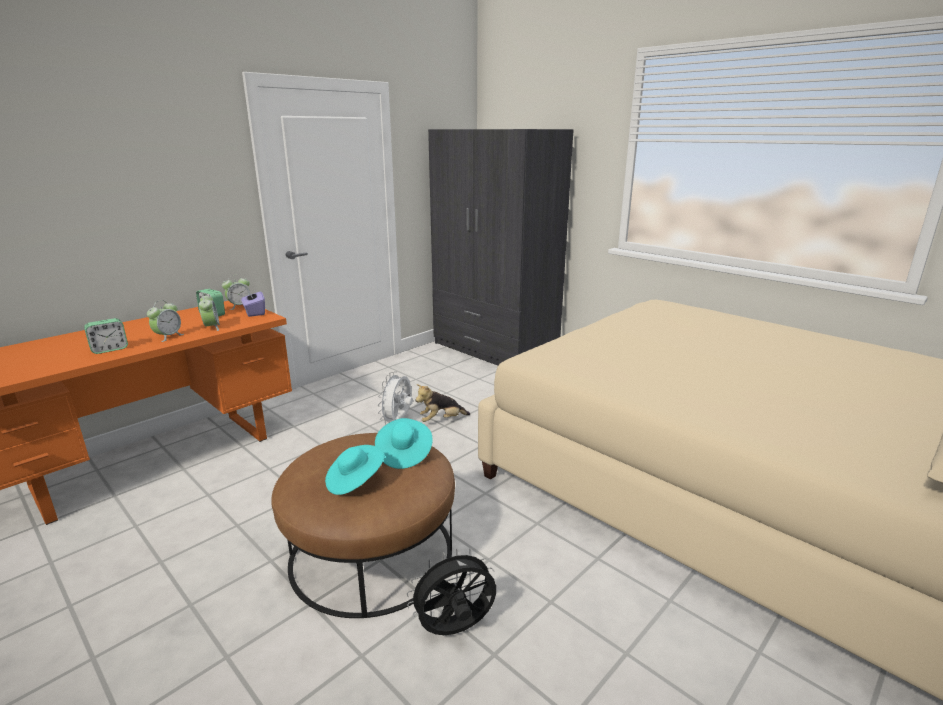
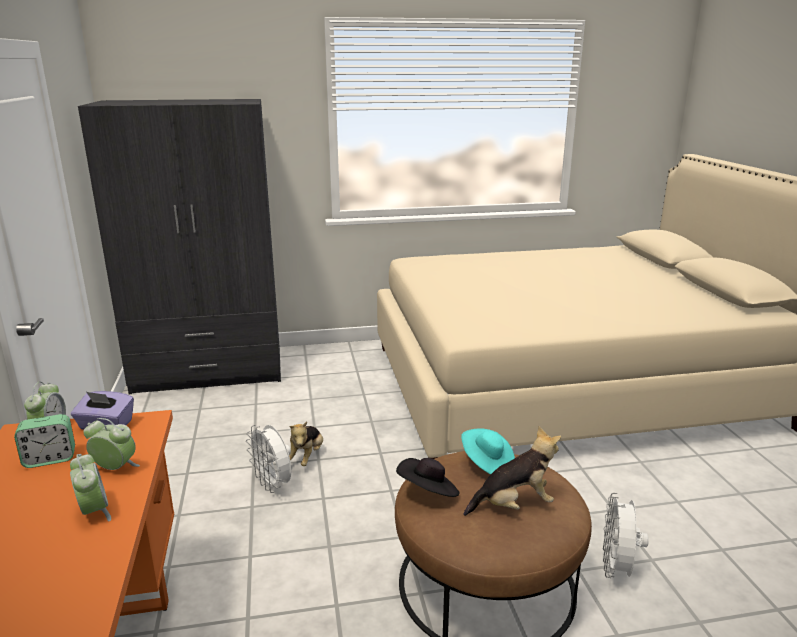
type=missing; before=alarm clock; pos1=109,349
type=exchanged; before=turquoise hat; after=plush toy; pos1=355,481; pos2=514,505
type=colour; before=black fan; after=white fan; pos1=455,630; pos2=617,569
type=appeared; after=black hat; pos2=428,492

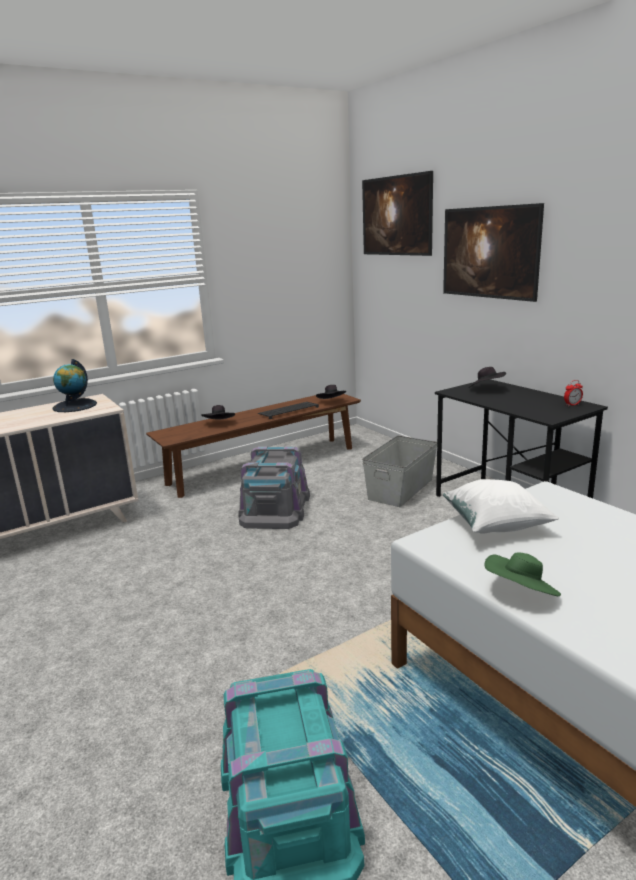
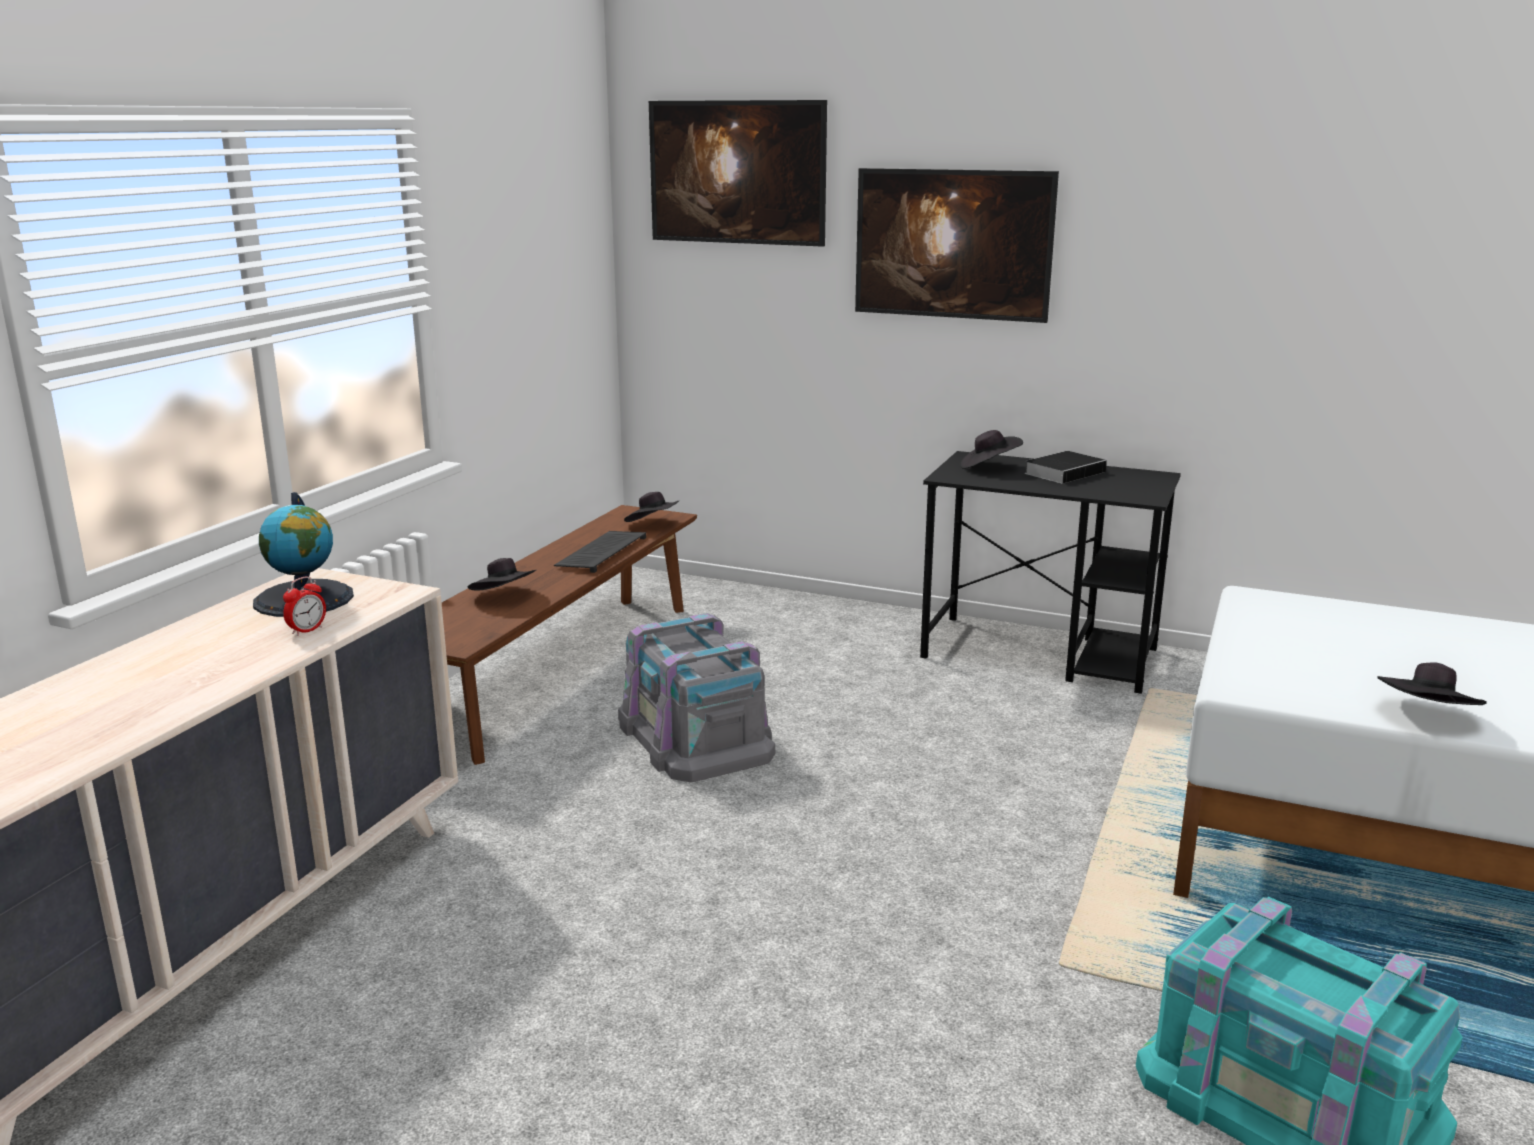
type=missing; before=grey storage box; pos1=401,489
type=missing; before=white pillow; pos1=495,527
type=colour; before=green hat; after=black hat; pos1=521,593; pos2=1427,716
type=relocated; before=alarm clock; pos1=572,405; pos2=307,630
type=appeared; after=book; pos2=1065,472

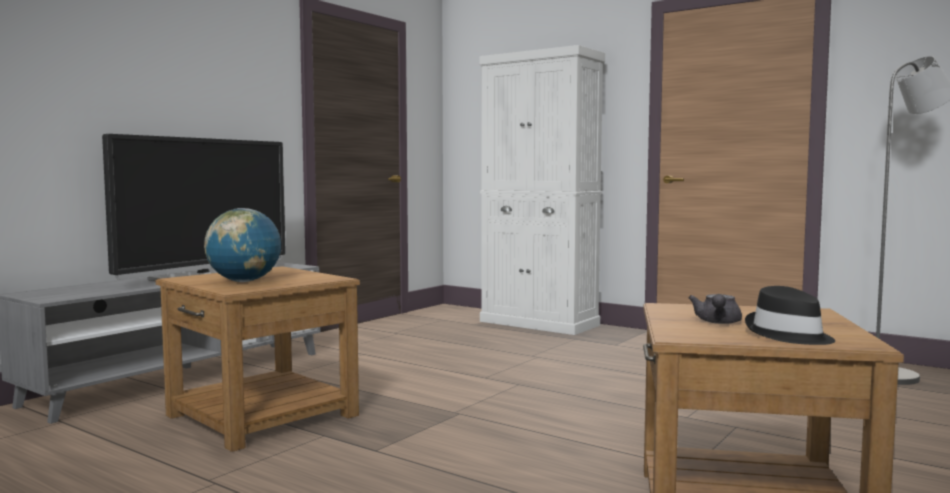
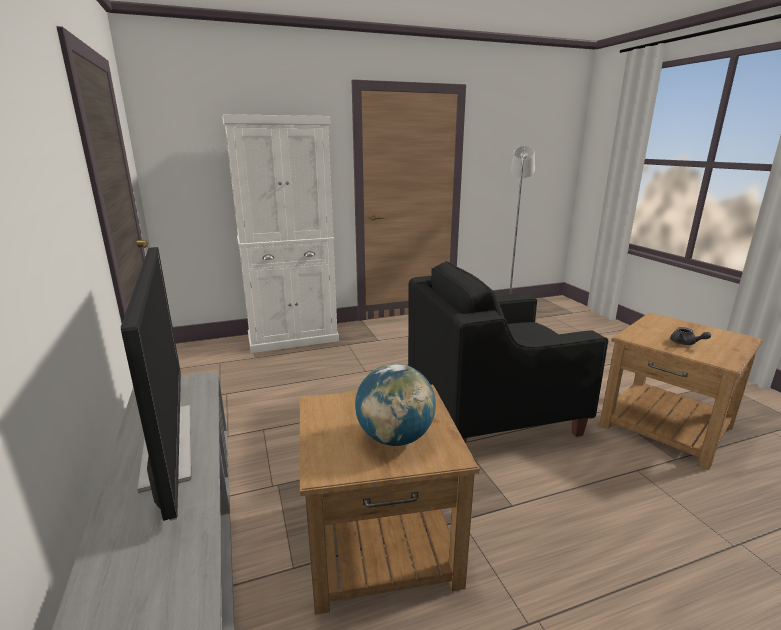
type=missing; before=black hat; pos1=788,335
type=appeared; after=black armchair; pos2=491,412

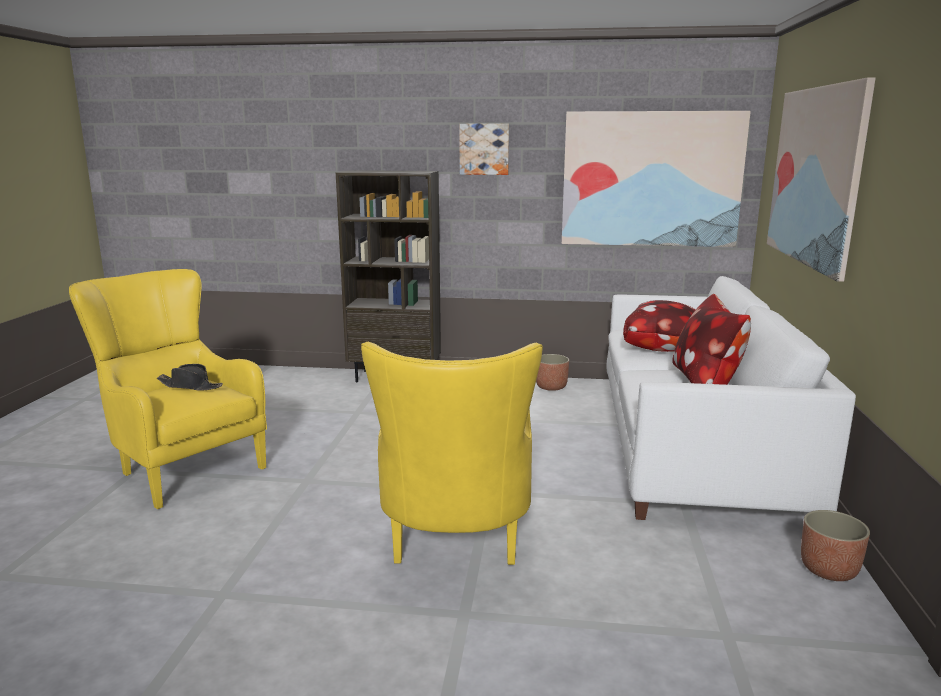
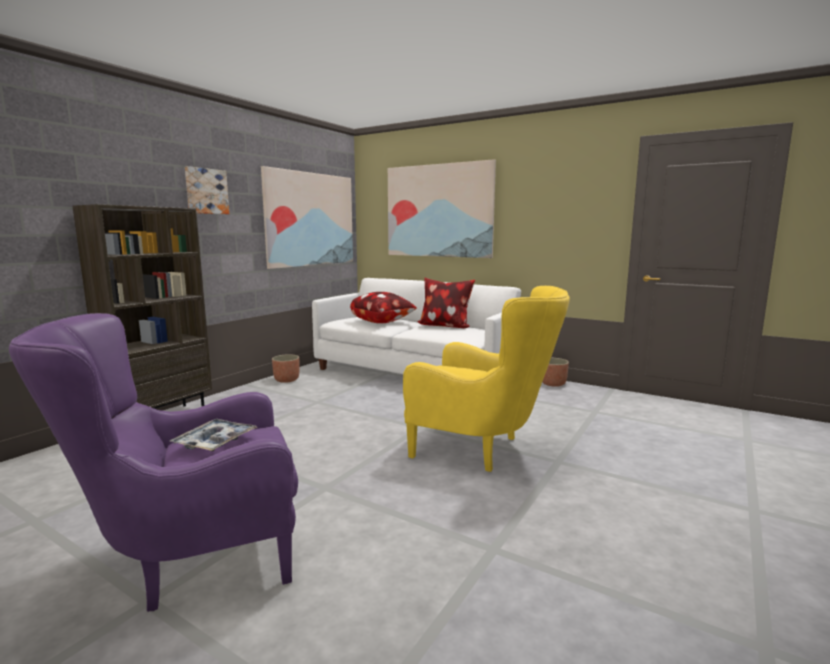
type=colour; before=yellow armchair; after=purple armchair; pos1=181,466; pos2=191,560
type=exchanged; before=black hat; after=tray; pos1=190,386; pos2=215,441

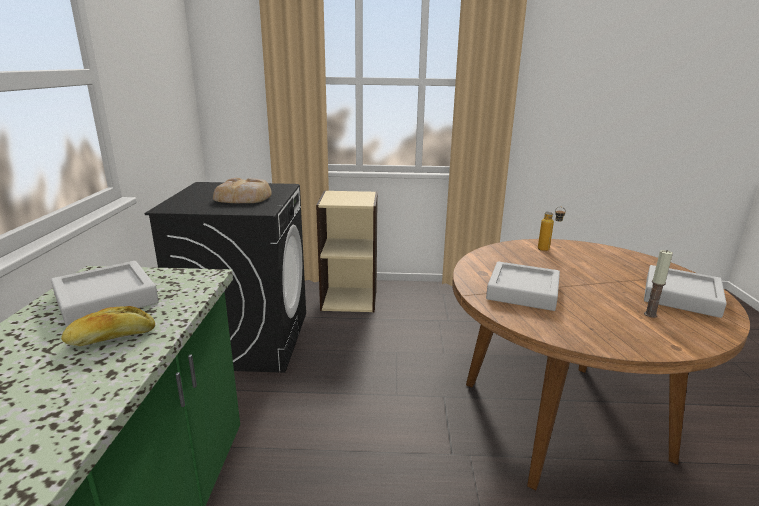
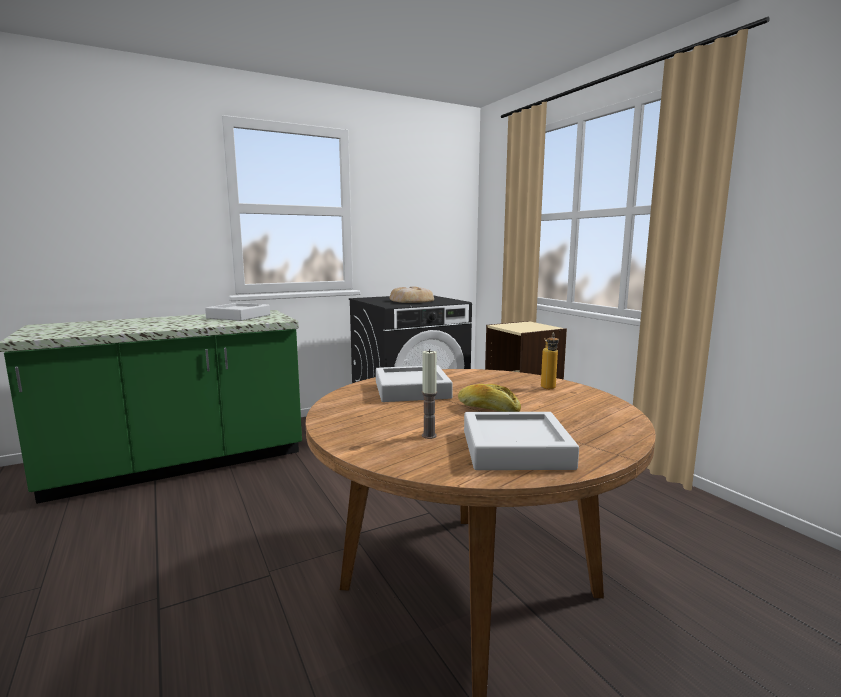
type=relocated; before=bread; pos1=111,338; pos2=488,409

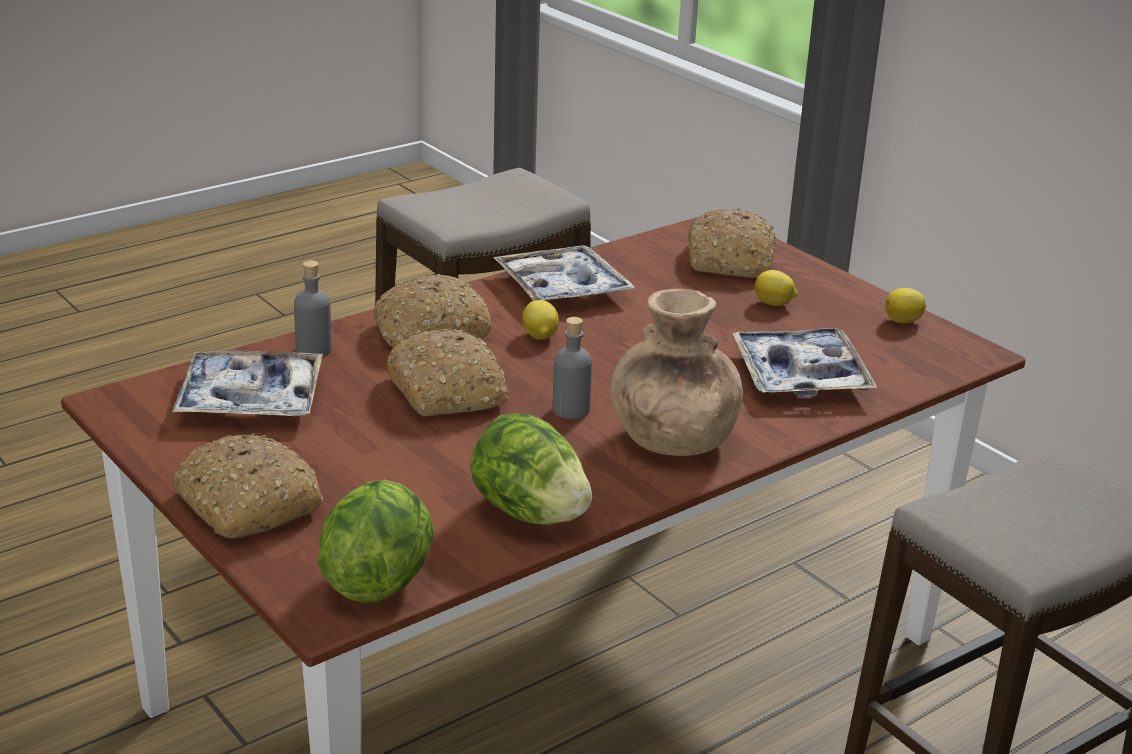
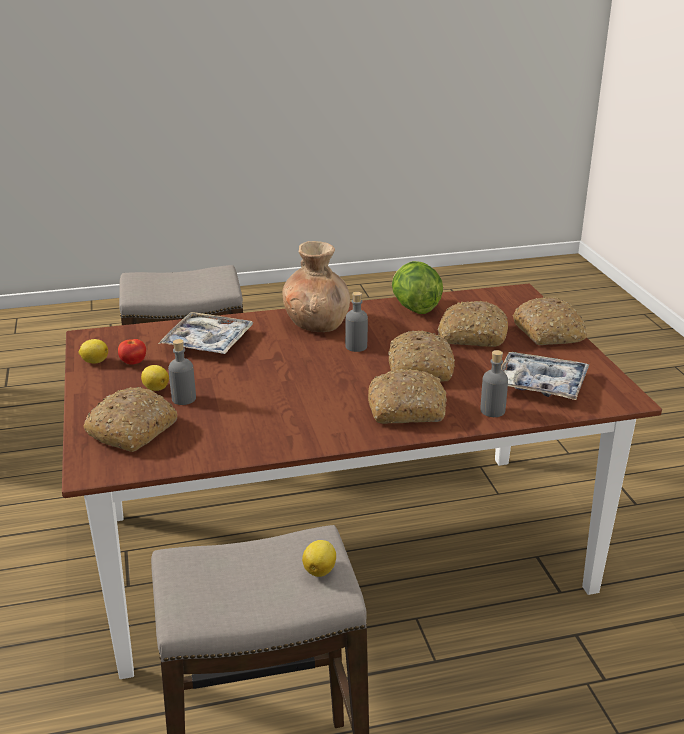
type=missing; before=lettuce; pos1=378,580
type=missing; before=tray; pos1=562,288
type=relocated; before=lemon; pos1=539,336; pos2=320,570
type=appeared; after=tomato; pos2=133,363
type=appeared; after=grey bottle; pos2=183,399
type=appeared; after=bread; pos2=472,336

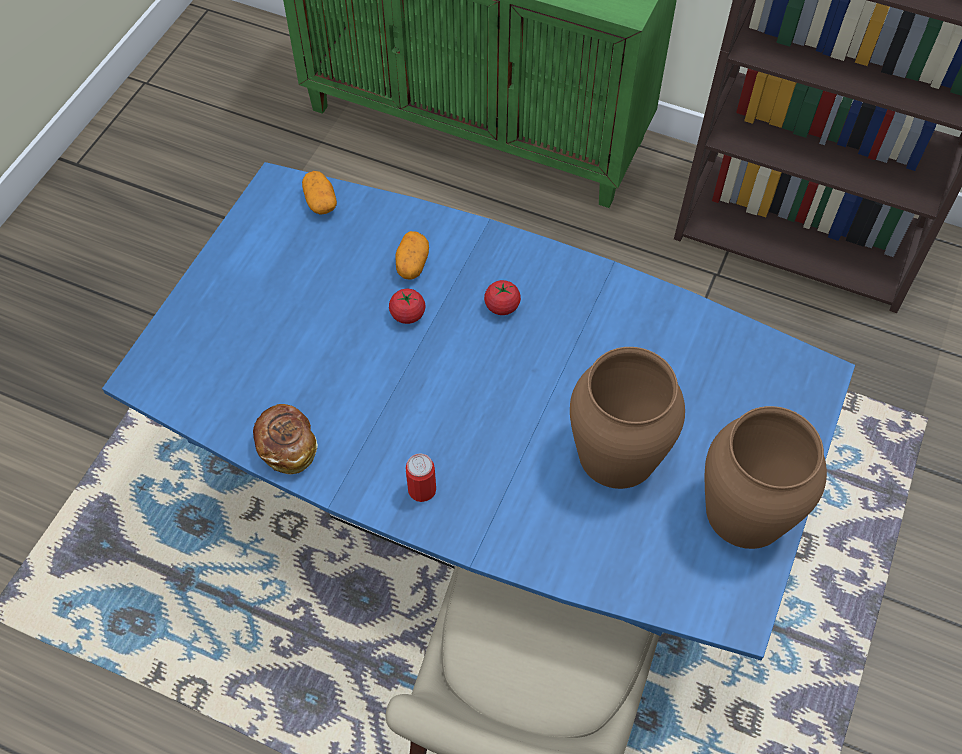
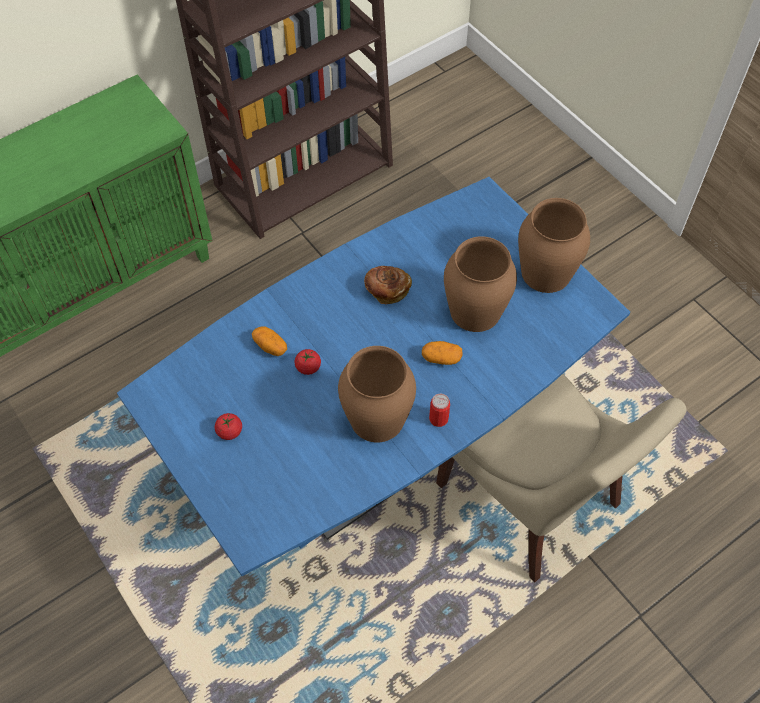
type=relocated; before=bread; pos1=287,447; pos2=387,290
type=relocated; before=potato; pos1=320,202; pos2=441,358
type=relocated; before=tomato; pos1=502,306; pos2=229,431
type=appeared; after=brown vase; pos2=376,417

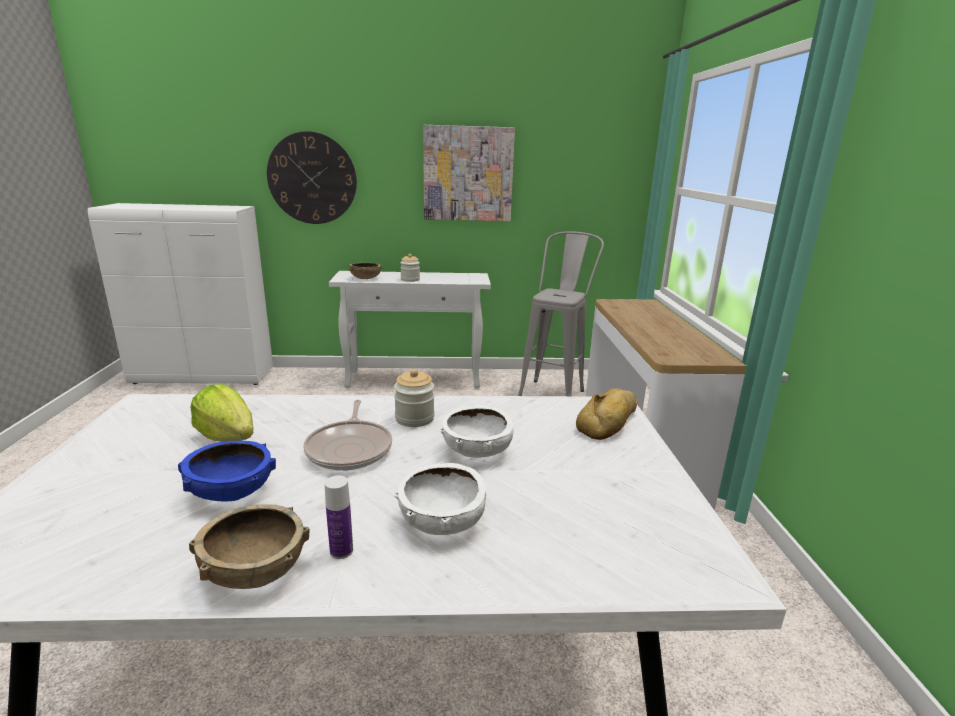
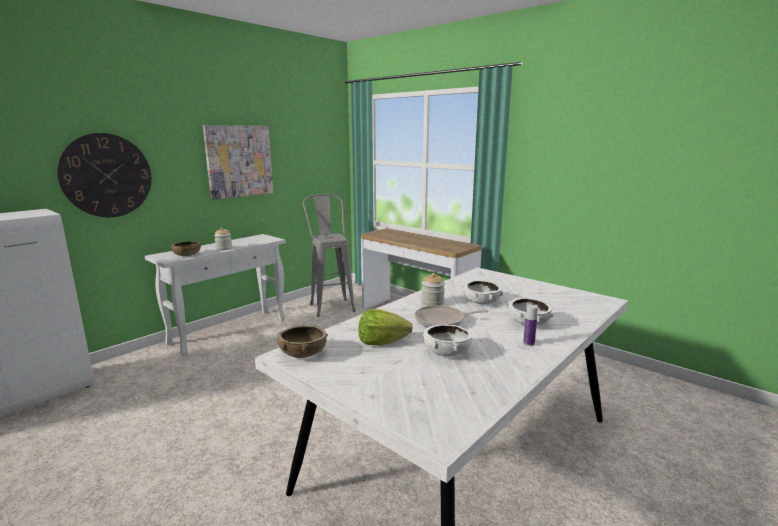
type=colour; before=blue bowl; after=white bowl; pos1=231,491; pos2=446,352
type=relocated; before=brown bowl; pos1=255,570; pos2=302,354
type=spun; before=frying pan; pos1=350,448; pos2=442,321; turn=135
type=missing; before=bread; pos1=610,421

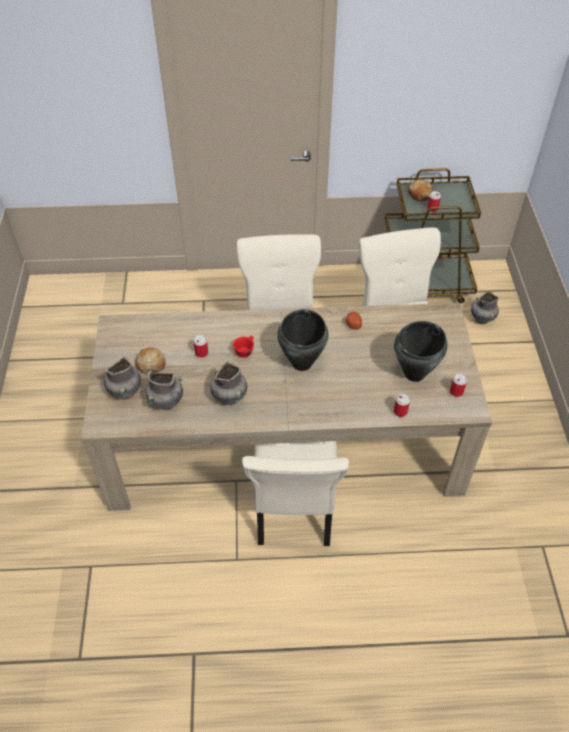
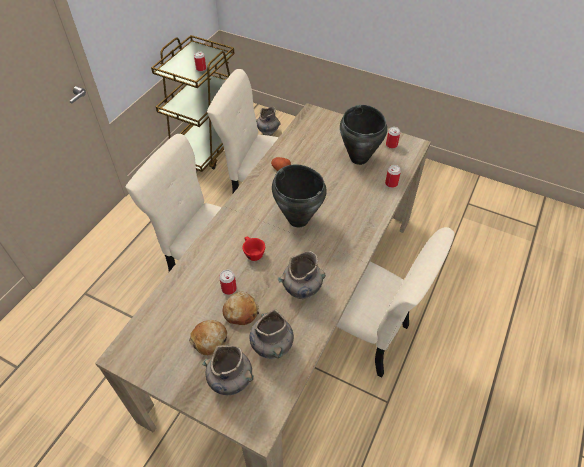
type=relocated; before=bread; pos1=419,194; pos2=240,312

